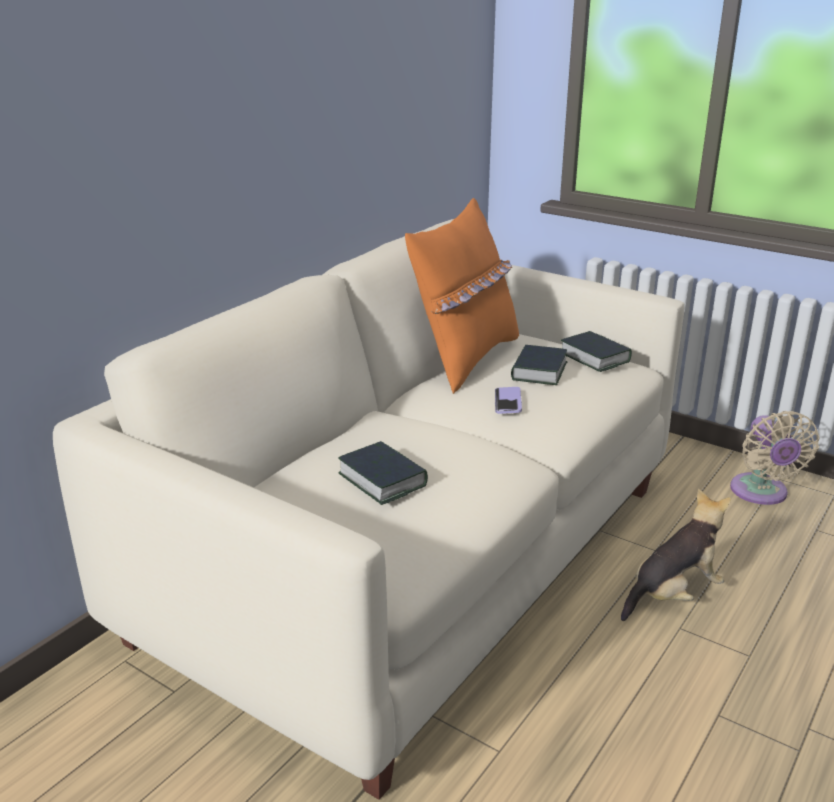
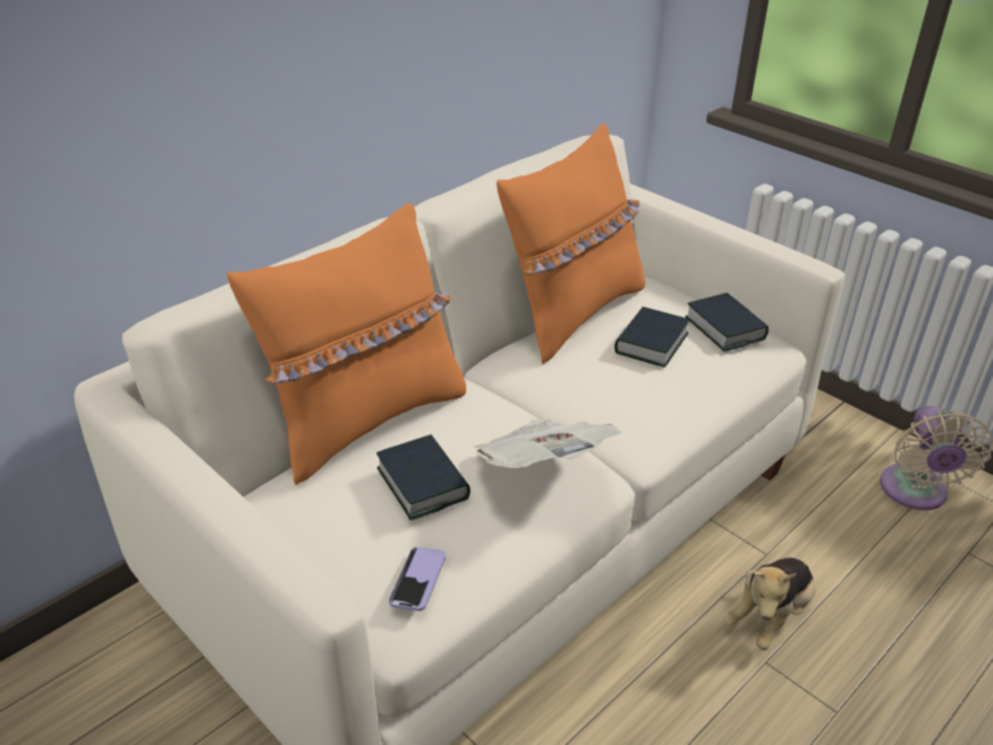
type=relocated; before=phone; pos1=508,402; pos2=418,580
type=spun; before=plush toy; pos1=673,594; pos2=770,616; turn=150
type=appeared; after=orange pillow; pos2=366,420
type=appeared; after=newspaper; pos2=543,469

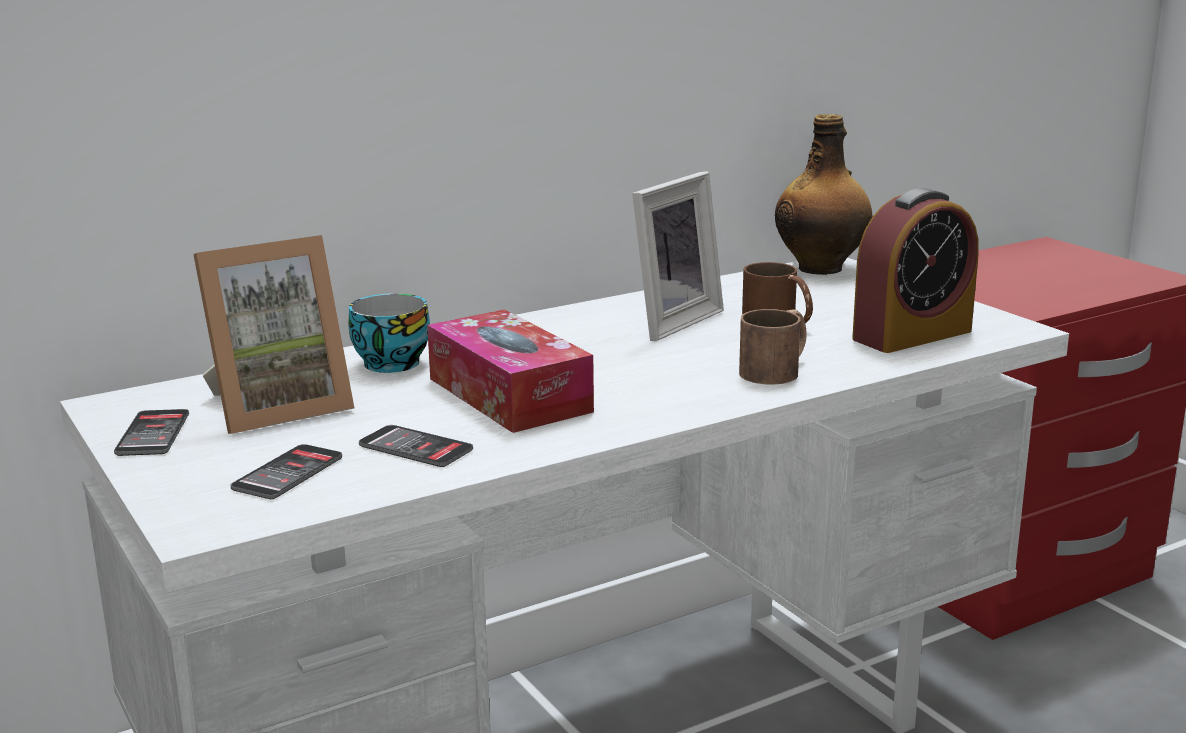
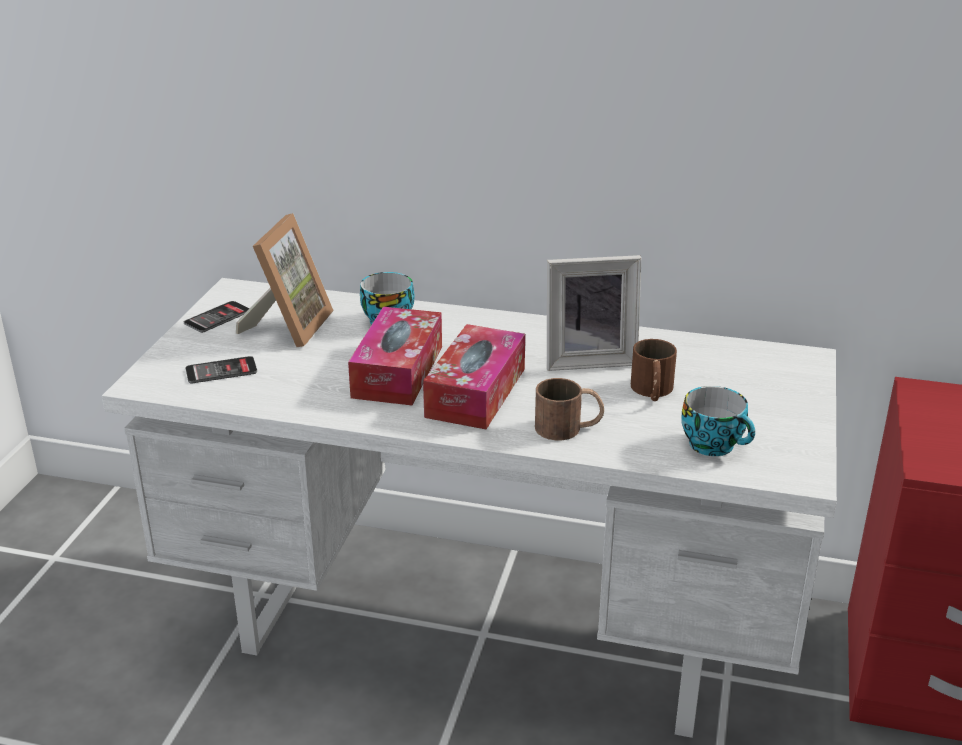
type=spun; before=picture frame; pos1=277,408; pos2=288,326; turn=-90
type=missing; before=phone; pos1=415,447
type=missing; before=bottle; pos1=821,268
type=exchanged; before=alarm clock; after=cup; pos1=912,335; pos2=715,445
type=appeared; after=tissue box; pos2=476,392

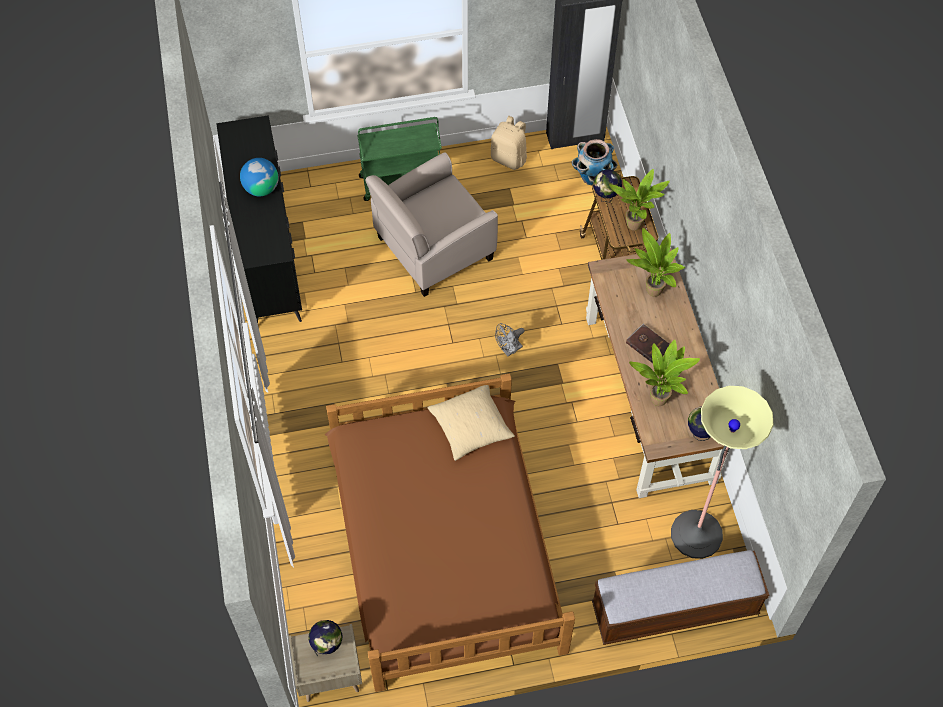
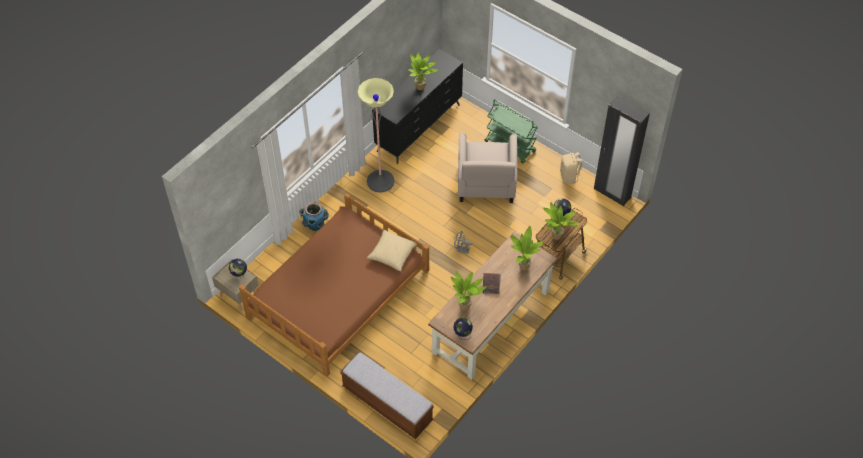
type=exchanged; before=globe; after=potted plant; pos1=261,188; pos2=421,87
type=spun; before=beige armchair; pos1=433,249; pos2=486,184; turn=-105
type=relocated; before=planter; pos1=592,177; pos2=315,225
type=relocated; before=floor lamp; pos1=696,534; pos2=380,181

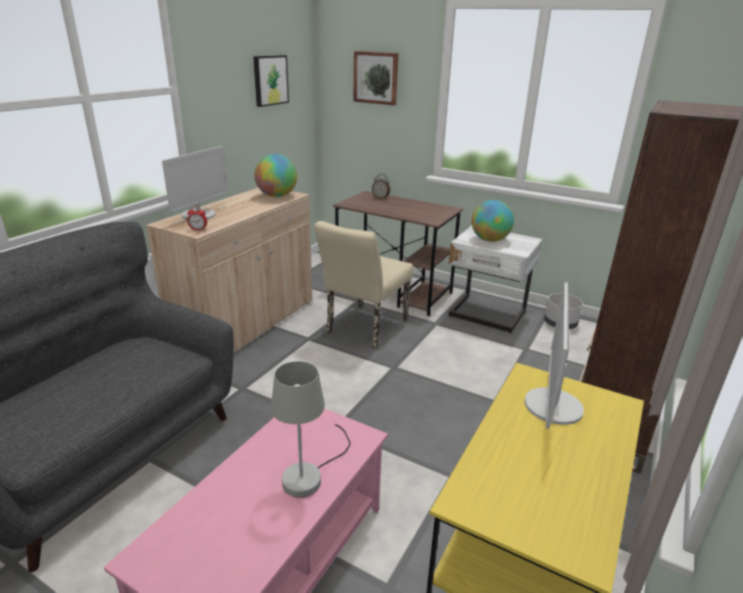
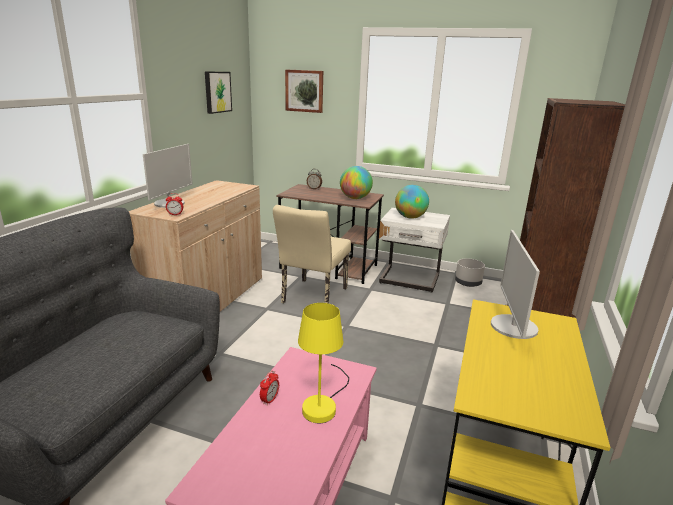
type=relocated; before=globe; pos1=277,196; pos2=355,198
type=colour; before=grey table lamp; after=yellow table lamp; pos1=310,474; pos2=323,404
type=appeared; after=alarm clock; pos2=269,400

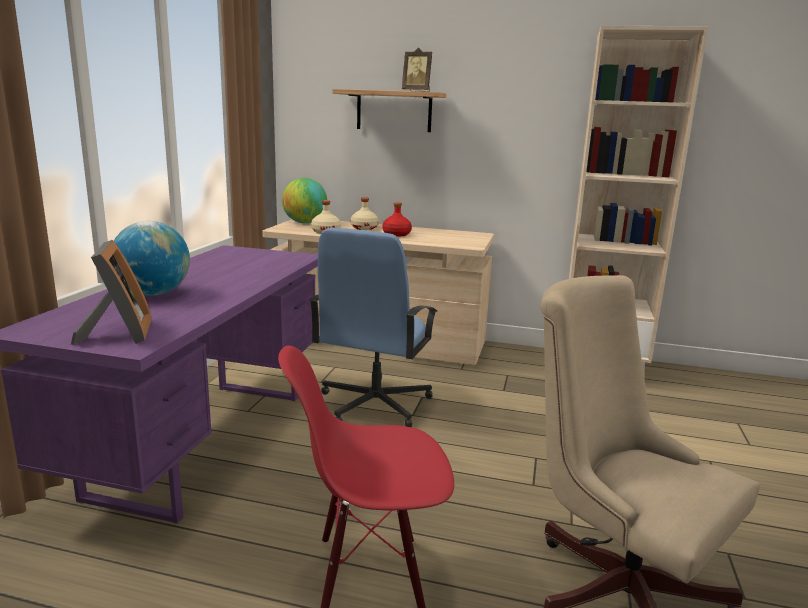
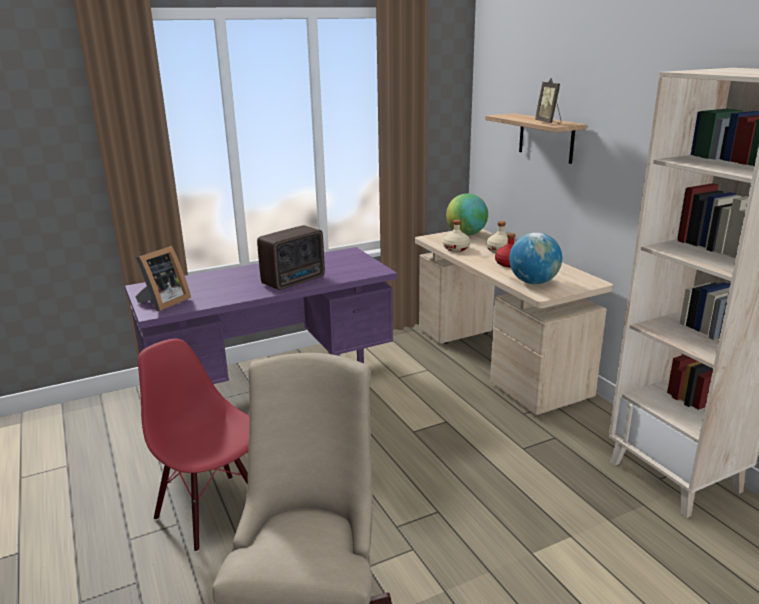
type=relocated; before=globe; pos1=153,294; pos2=533,282
type=missing; before=blue office chair; pos1=374,404
type=appeared; after=radio; pos2=295,281

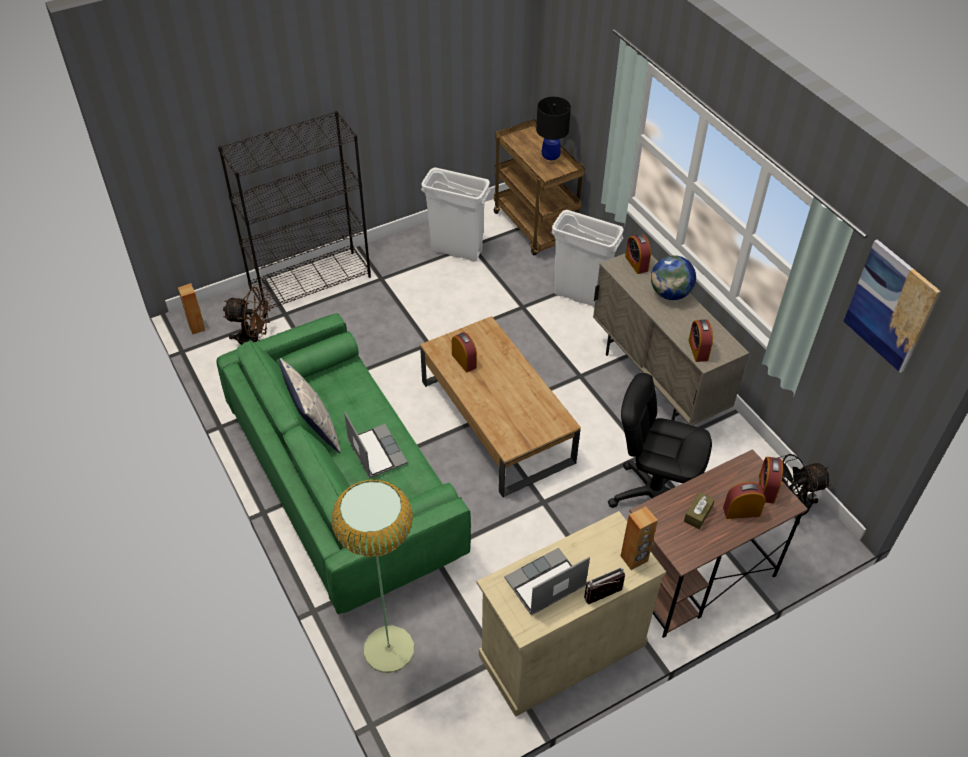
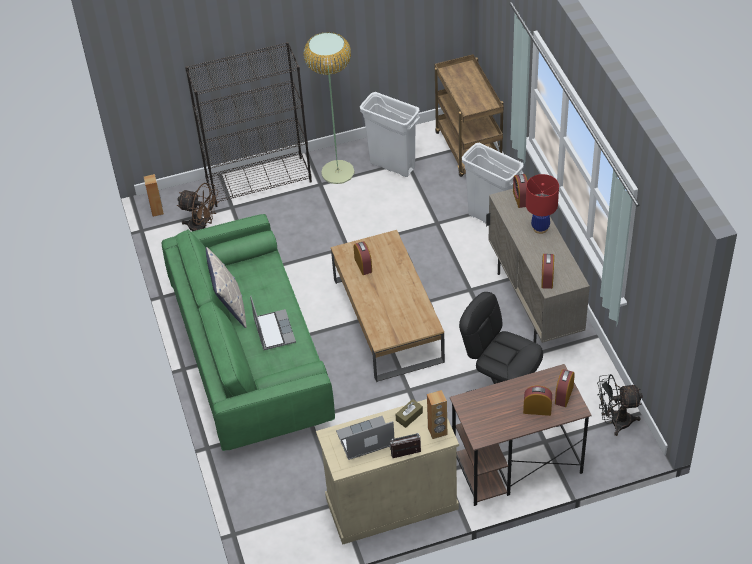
type=relocated; before=floor lamp; pos1=388,649; pos2=337,172
type=missing; before=black table lamp; pos1=550,158
type=exchanged; before=globe; after=red table lamp; pos1=670,293; pos2=540,228
type=relocated; before=brown tissue box; pos1=698,514; pos2=409,416
type=missing; before=picture; pos1=890,306

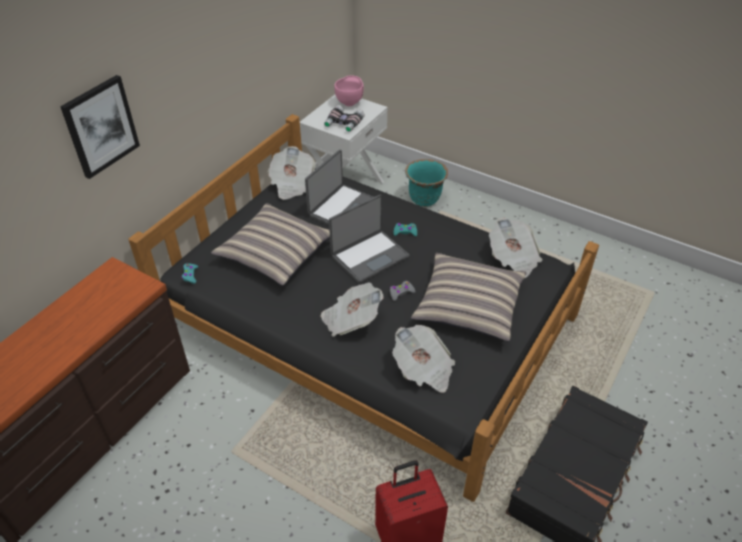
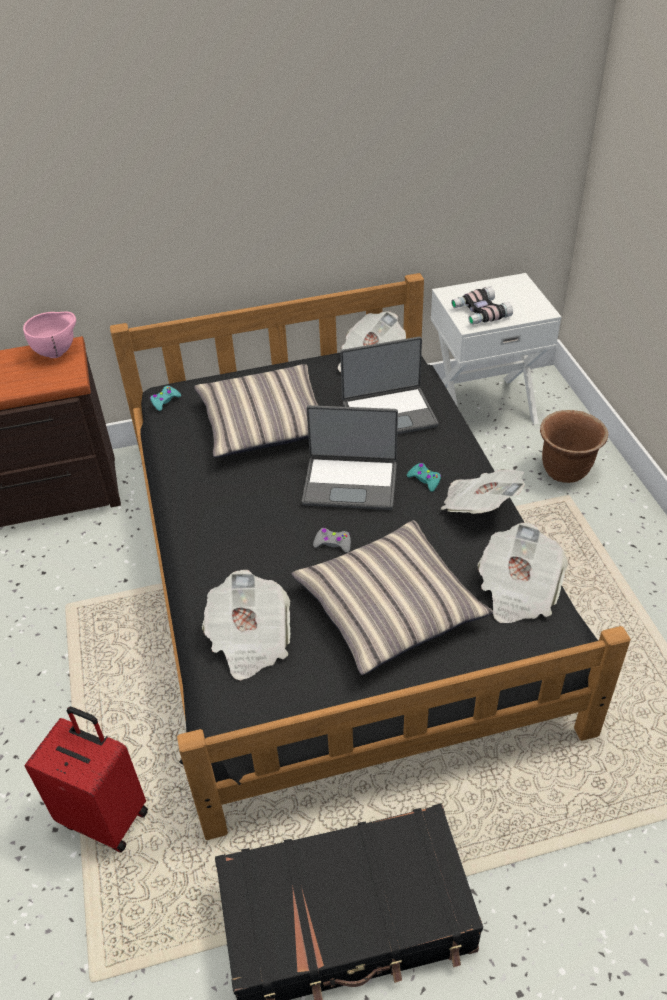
type=missing; before=picture; pos1=100,126
type=relocated; before=newspaper; pos1=351,320; pos2=479,506
type=relocated; before=pink bowl; pos1=350,103; pos2=58,353
type=colour; before=turquoise planter; after=brown planter; pos1=424,199; pos2=565,470

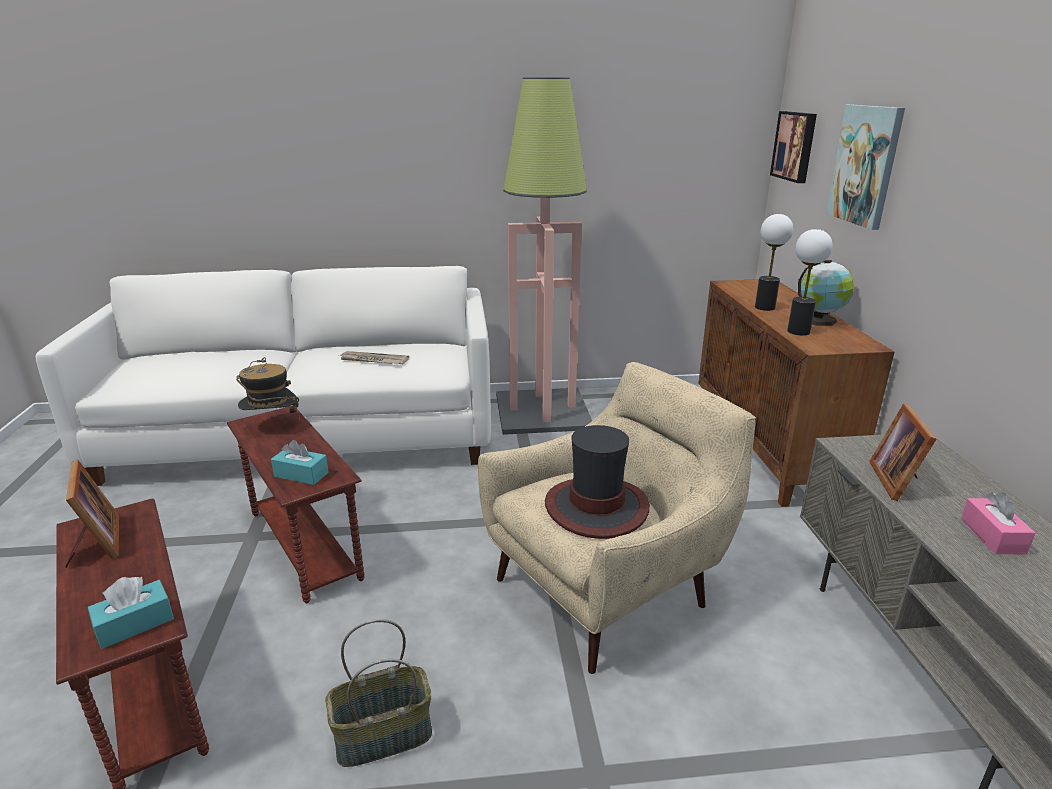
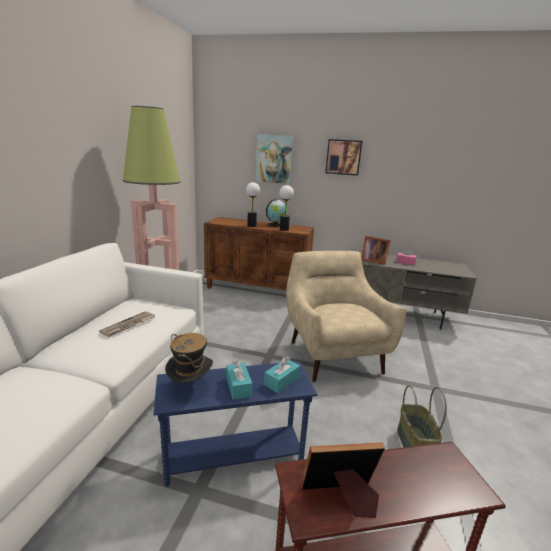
type=relocated; before=turquoise tissue box; pos1=135,624; pos2=238,386
type=colour; before=brown side table; after=blue side table; pos1=304,546; pos2=234,457
type=missing; before=hat; pos1=596,507
type=relocated; before=picture; pos1=795,146; pos2=343,157

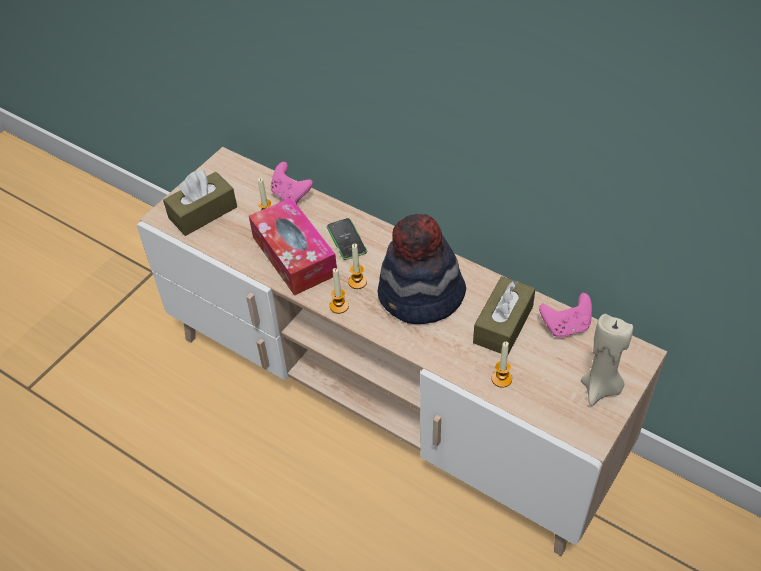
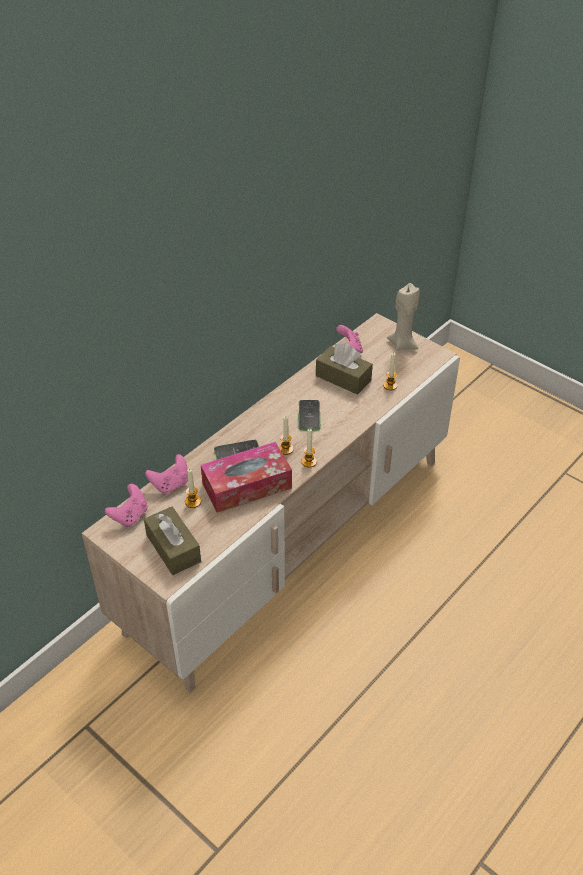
type=exchanged; before=hat; after=phone; pos1=421,297; pos2=309,415
type=appeared; after=pink game controller; pos2=130,516

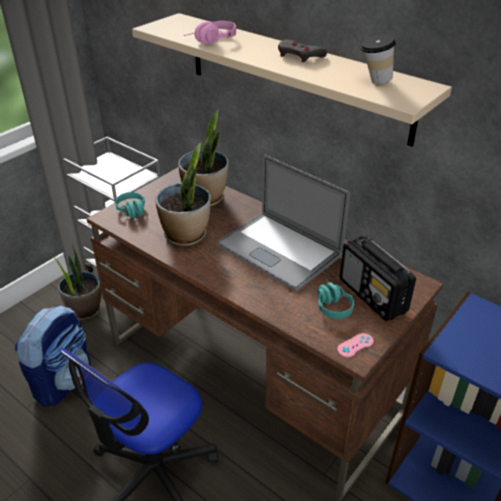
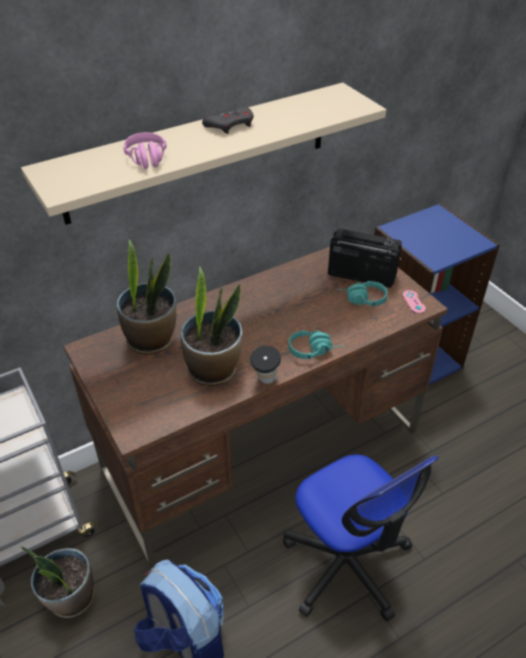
type=relocated; before=turquoise headphones; pos1=133,213; pos2=315,350
type=missing; before=laptop; pos1=279,250
type=spun; before=radio; pos1=373,296; pos2=361,274; turn=-150
type=relocated; before=cup; pos1=374,81; pos2=265,381

